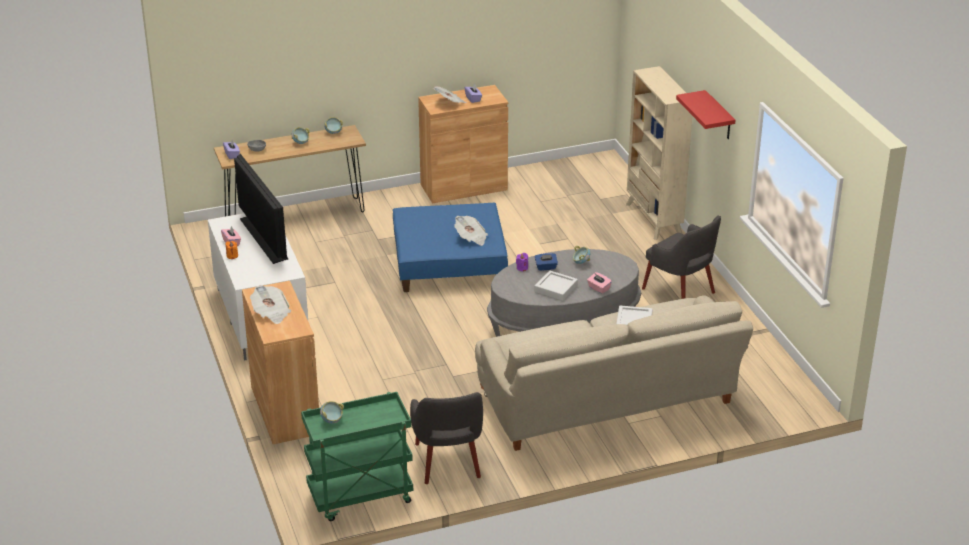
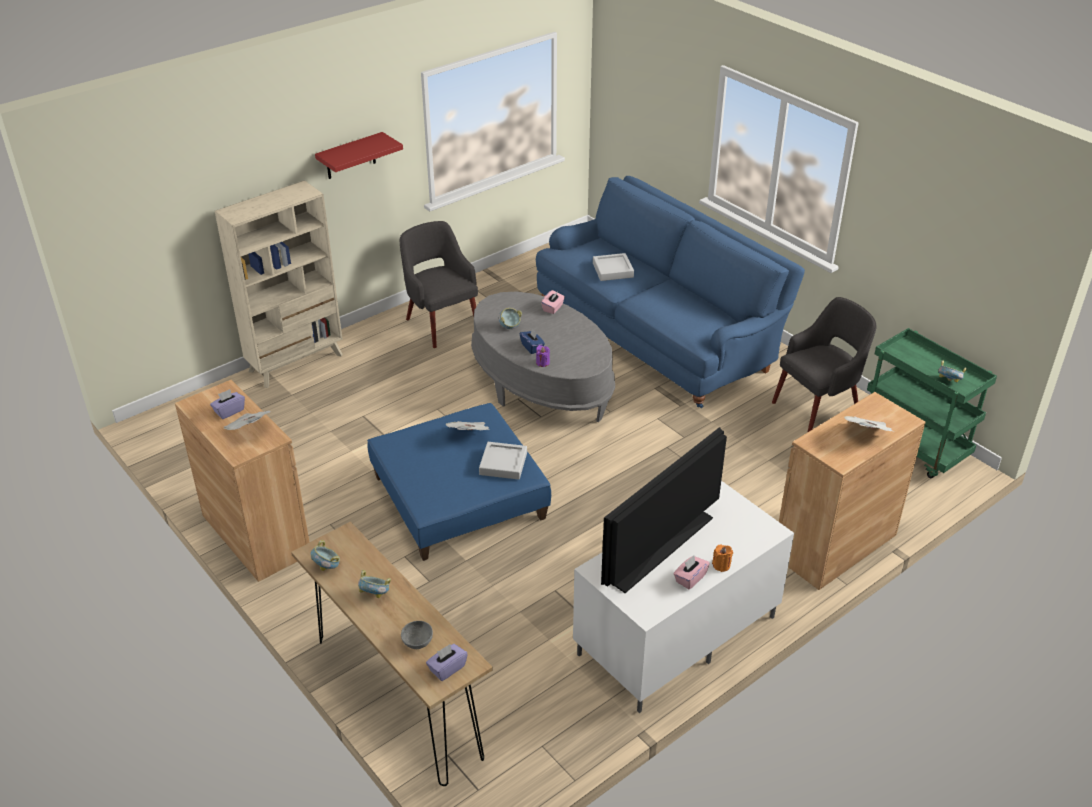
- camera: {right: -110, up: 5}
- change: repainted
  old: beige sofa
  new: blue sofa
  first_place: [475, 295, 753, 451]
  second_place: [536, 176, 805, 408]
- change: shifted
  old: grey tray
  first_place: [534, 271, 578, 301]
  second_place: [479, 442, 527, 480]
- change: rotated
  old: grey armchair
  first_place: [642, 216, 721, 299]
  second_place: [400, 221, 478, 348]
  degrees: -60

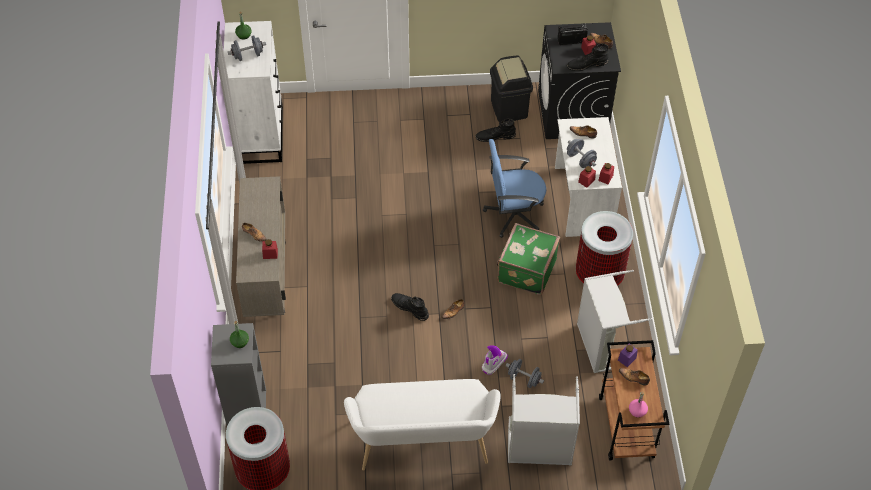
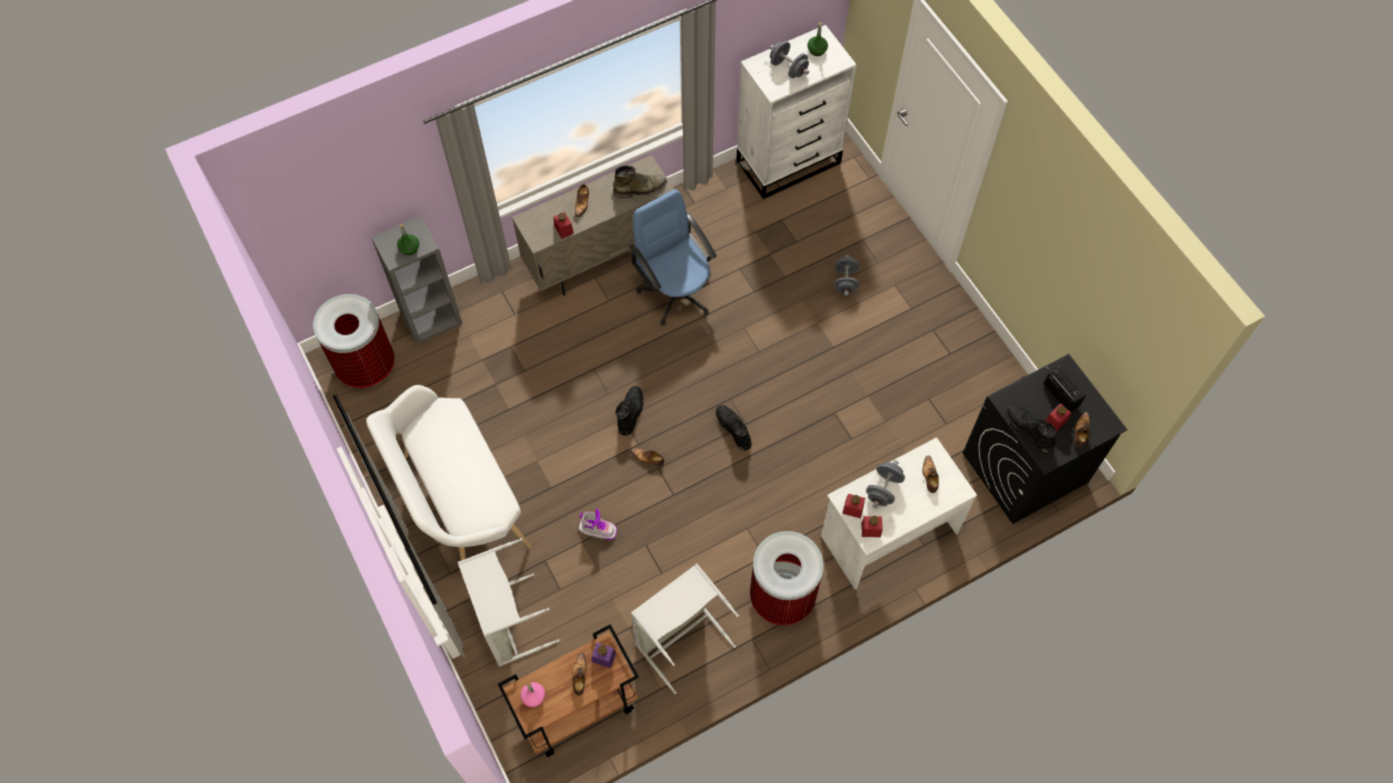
- camera: {right: 65, up: 10}
- change: shifted
  old: black boot
  first_place: [475, 118, 516, 142]
  second_place: [716, 405, 752, 451]
- change: shifted
  old: blue office chair
  first_place: [483, 139, 546, 238]
  second_place: [629, 189, 717, 326]
- change: gone
  old: black trash can
  first_place: [490, 55, 533, 122]
- change: gone
  old: green suitcase
  first_place: [497, 223, 560, 295]
- change: shifted
  old: grey dumbbell
  first_place: [506, 359, 544, 388]
  second_place: [834, 255, 860, 297]
- change: new
  new: green boot
  second_place: [613, 165, 667, 198]

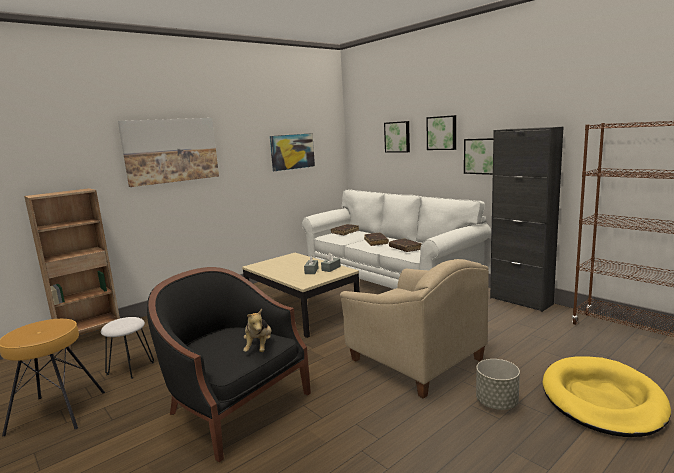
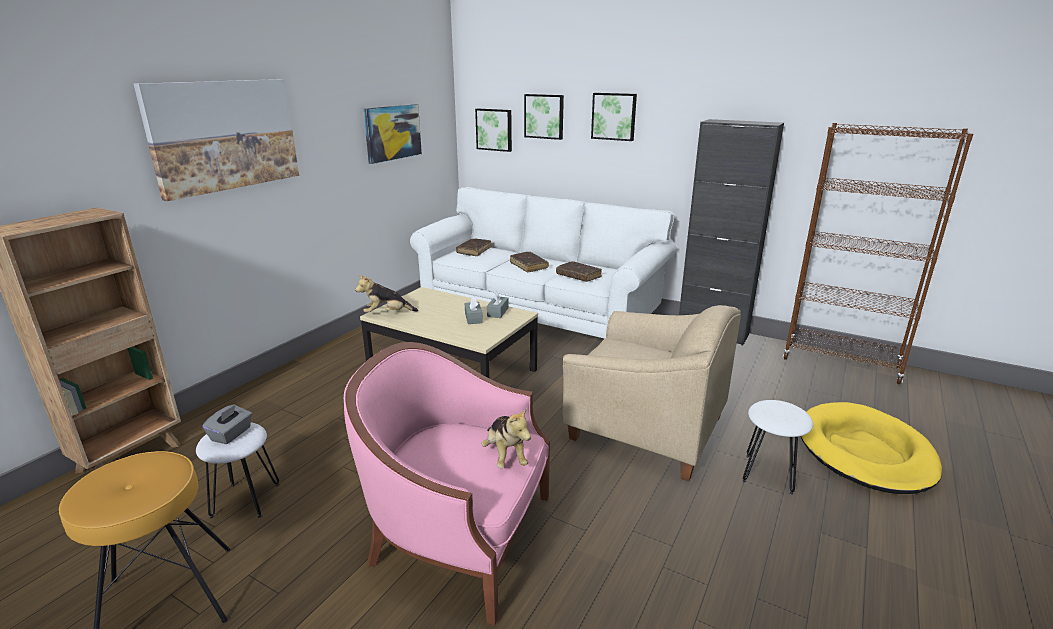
- camera: {right: -20, up: 10}
- change: repainted
  old: black armchair
  new: pink armchair
  first_place: [147, 267, 311, 462]
  second_place: [344, 342, 550, 625]
- change: shifted
  old: picture
  first_place: [464, 138, 493, 175]
  second_place: [475, 109, 512, 152]
- change: swapped
  old: grey planter
  new: white stool
  first_place: [476, 359, 520, 410]
  second_place: [742, 400, 813, 494]
- change: new
  new: grey tissue box
  second_place: [202, 404, 252, 444]
- change: new
  new: plush toy
  second_place: [355, 275, 418, 313]

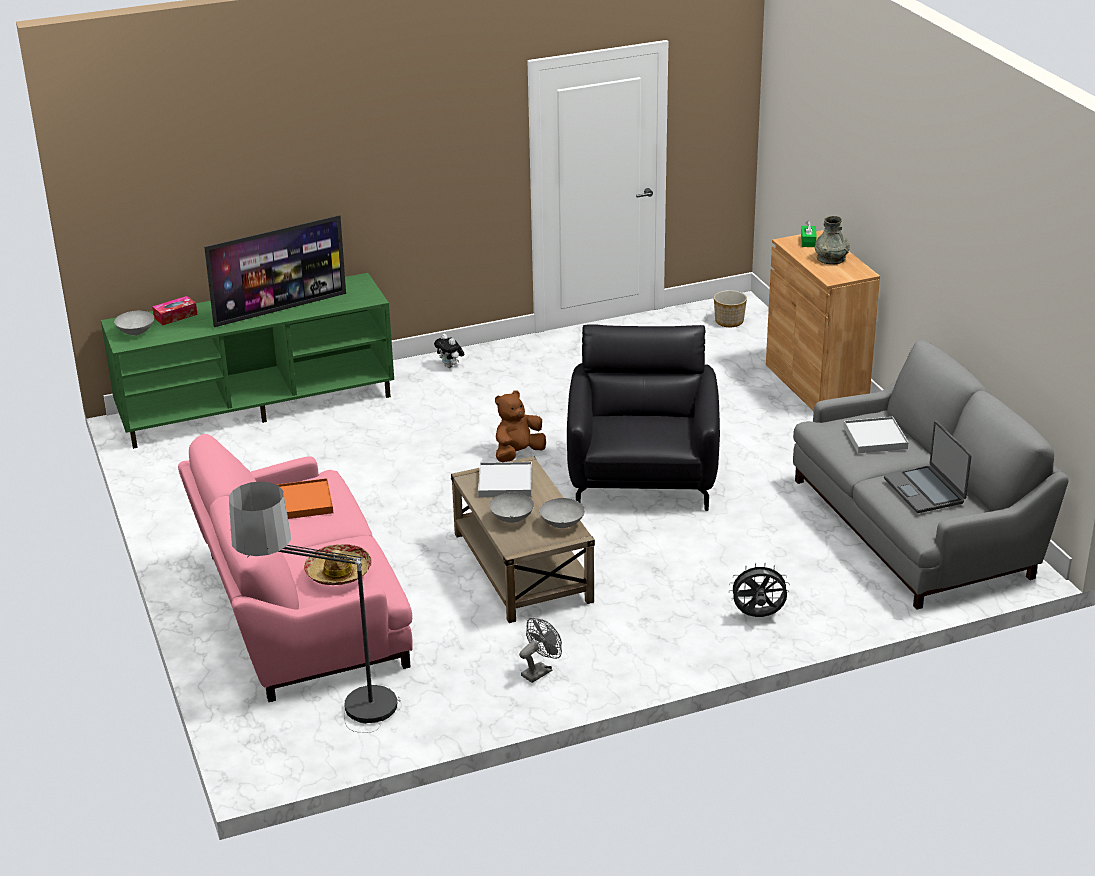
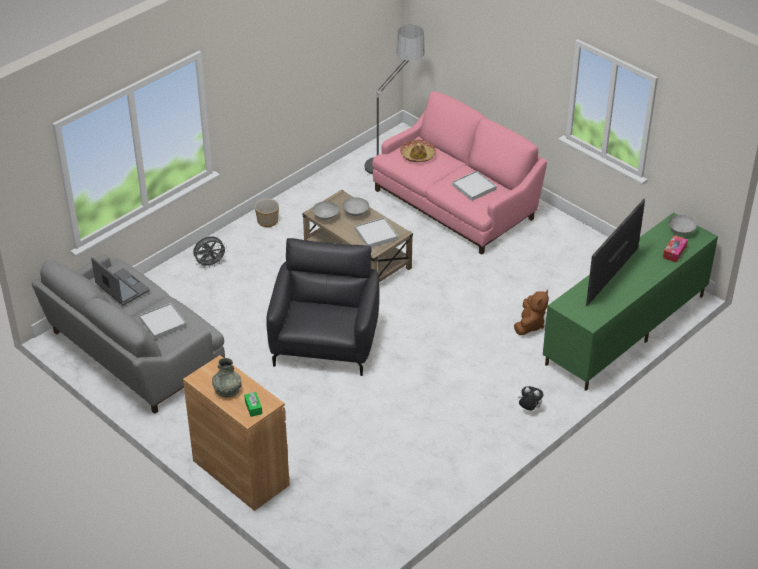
- camera: {right: 155, up: 10}
- change: repainted
  old: orange tray
  new: white tray
  first_place: [276, 478, 333, 519]
  second_place: [452, 171, 497, 201]
- change: shifted
  old: brown plush toy
  first_place: [495, 390, 546, 462]
  second_place: [514, 290, 549, 335]
- change: gone
  old: grey fan
  first_place: [519, 618, 562, 683]
- change: rotated
  old: black armchair
  first_place: [567, 324, 720, 511]
  second_place: [266, 238, 380, 376]
  degrees: -150
- change: shifted
  old: planter
  first_place: [714, 290, 747, 327]
  second_place: [255, 199, 279, 227]

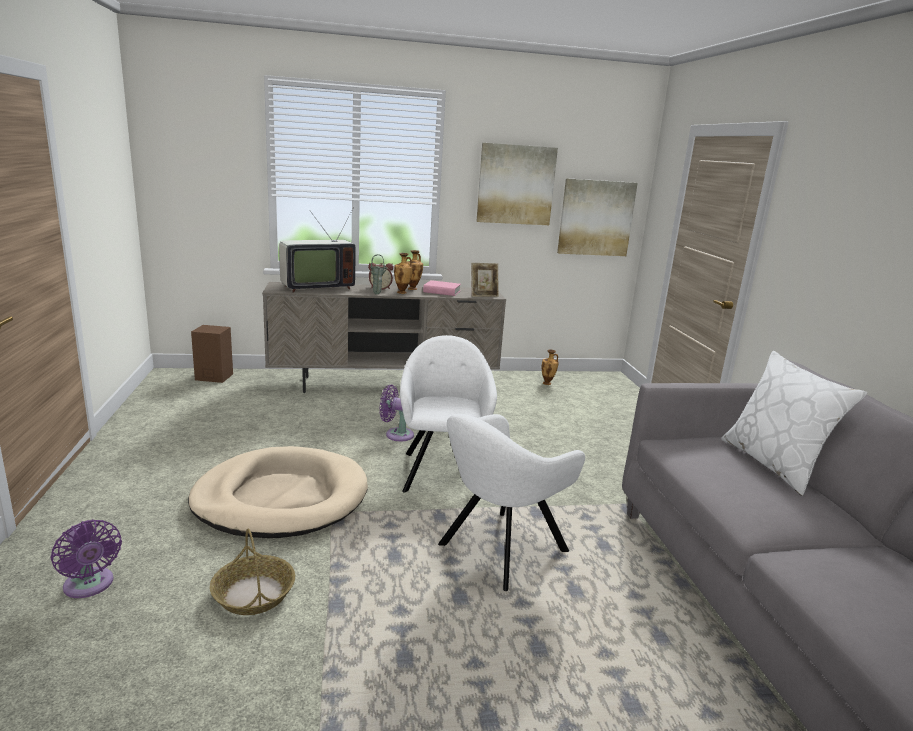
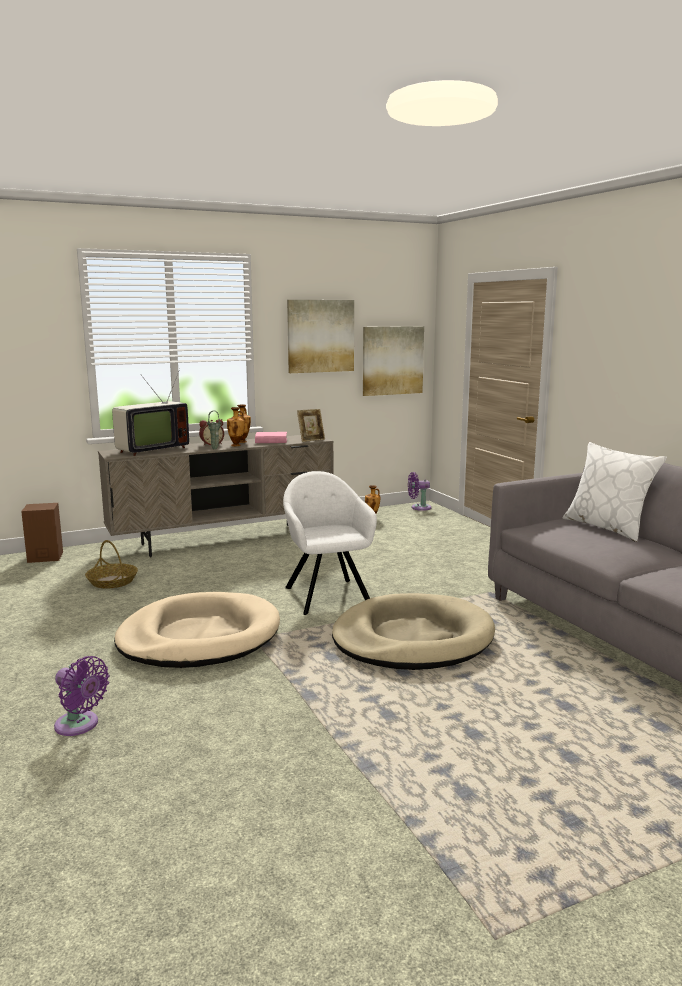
- camera: {right: -15, up: -5}
- change: shifted
  old: basket
  first_place: [210, 529, 295, 615]
  second_place: [85, 540, 138, 589]
- change: shifted
  old: purple fan
  first_place: [379, 385, 414, 442]
  second_place: [408, 472, 431, 511]
- change: swapped
  old: white armchair
  new: beige dog bed
  first_place: [438, 414, 585, 591]
  second_place: [332, 593, 495, 670]

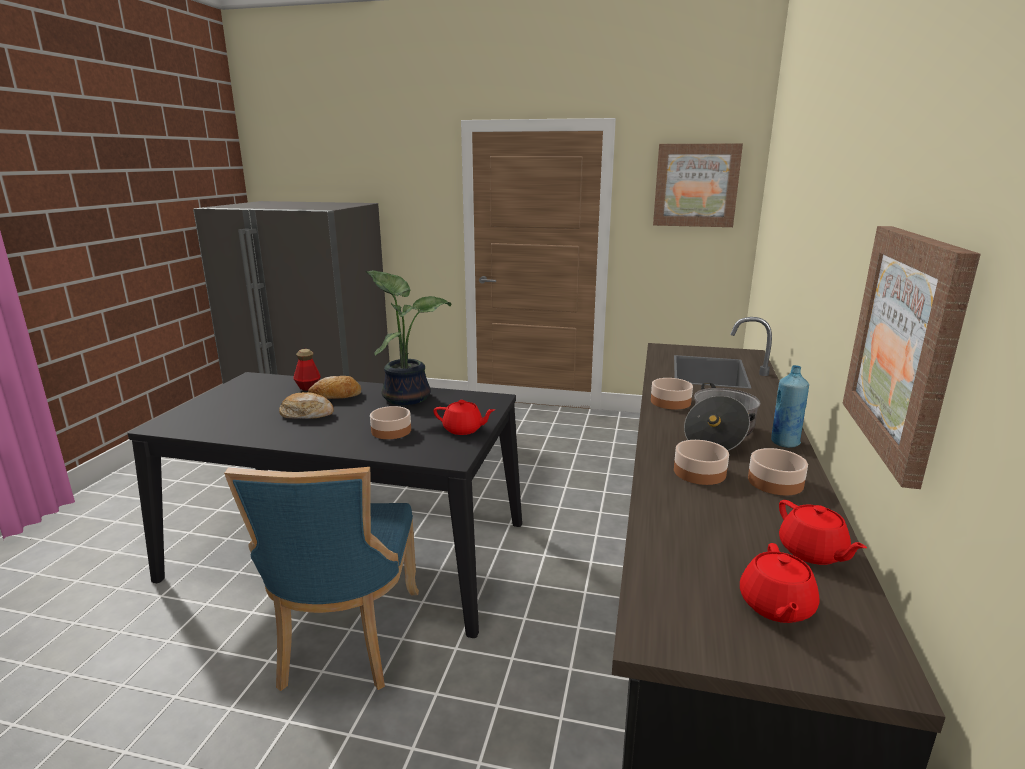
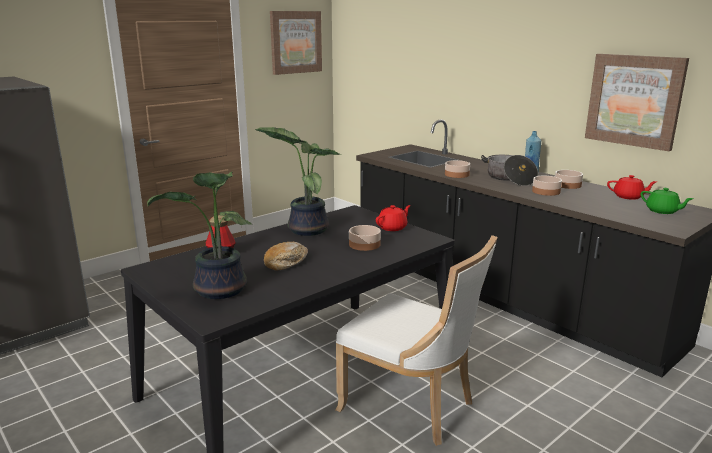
- camera: {right: -55, up: 0}
- change: repainted
  old: blue chair
  new: white chair
  first_place: [224, 467, 419, 691]
  second_place: [336, 235, 498, 446]
- change: gone
  old: bread
  first_place: [308, 376, 361, 399]
- change: repainted
  old: red teapot
  new: green teapot
  first_place: [740, 543, 820, 623]
  second_place: [641, 188, 693, 214]
- change: new
  new: potted plant
  second_place: [147, 171, 252, 299]

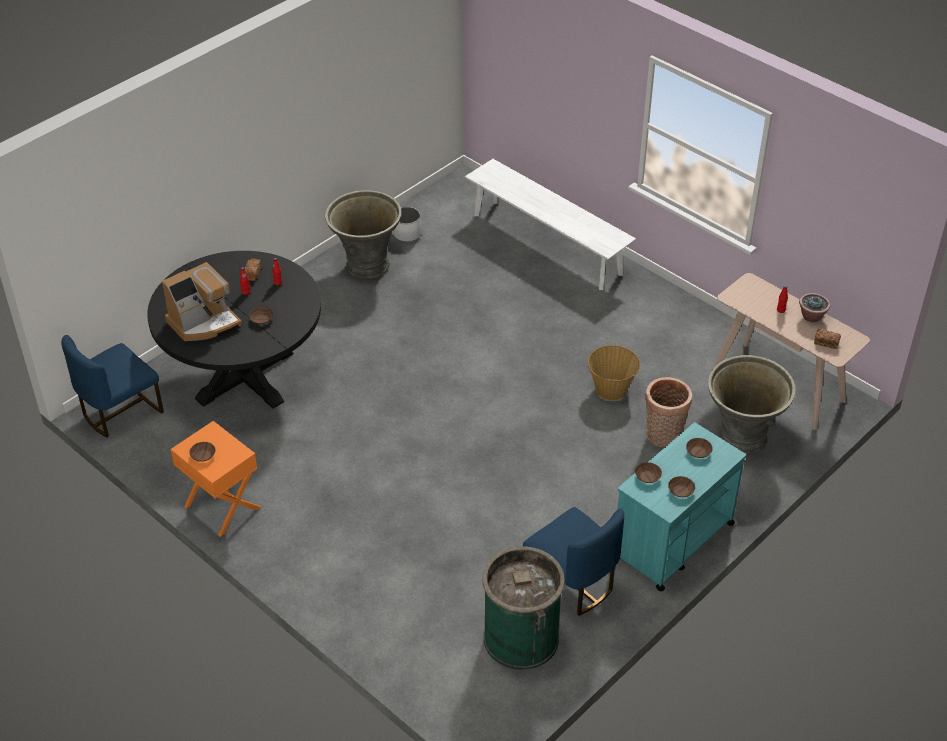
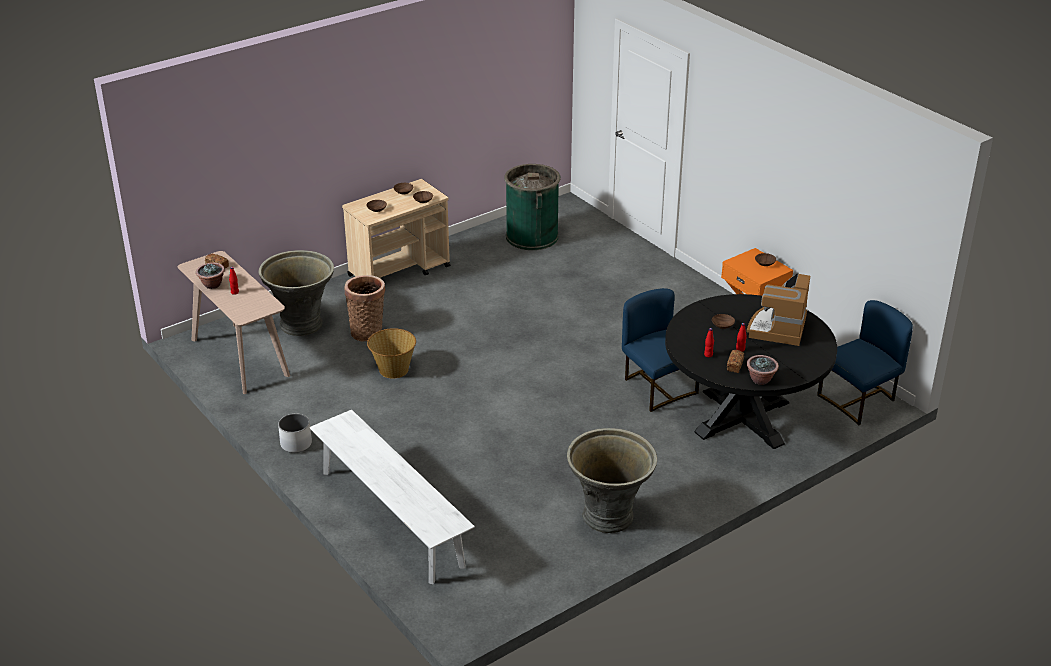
- camera: {right: -170, up: -10}
- change: rotated
  old: coffee machine
  first_place: [162, 262, 242, 341]
  second_place: [746, 273, 810, 346]
  degrees: -45
- change: shifted
  old: white planter
  first_place: [393, 207, 421, 242]
  second_place: [278, 414, 312, 453]
- change: shifted
  old: blue chair
  first_place: [523, 507, 624, 616]
  second_place: [622, 288, 699, 412]
- change: repainted
  old: turquoise cart
  new: beige cart
  first_place: [617, 422, 746, 591]
  second_place: [342, 179, 450, 278]
- change: new
  new: potted plant
  second_place: [747, 355, 779, 385]

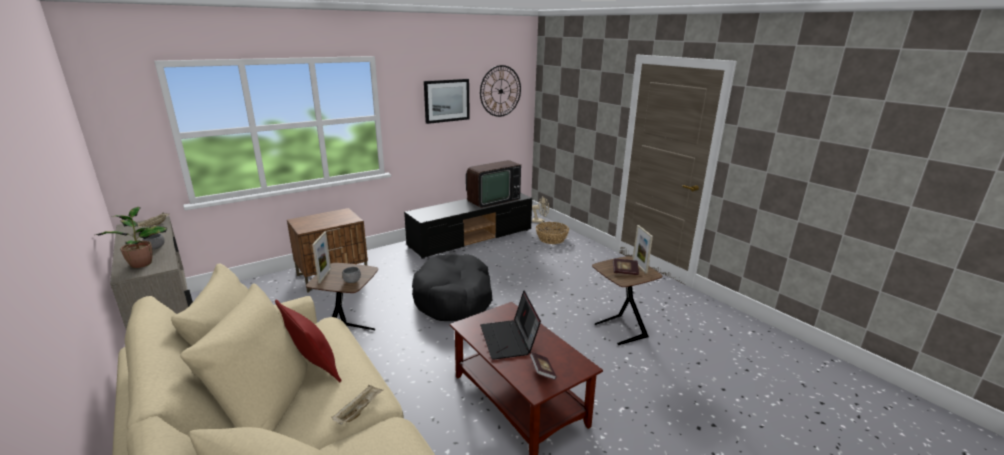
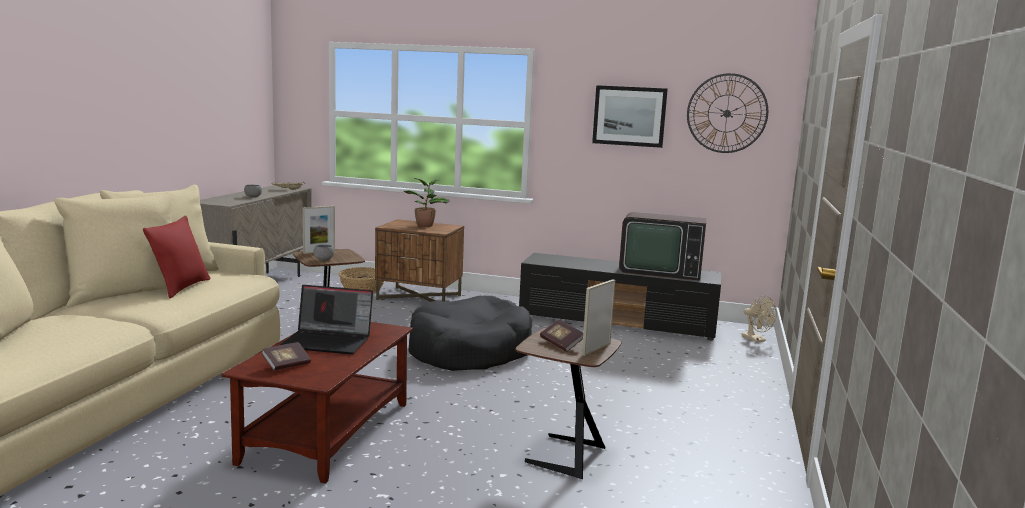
- camera: {right: 50, up: -10}
- change: shifted
  old: potted plant
  first_place: [96, 207, 168, 268]
  second_place: [404, 178, 450, 227]
- change: gone
  old: beige tray
  first_place: [332, 385, 384, 425]
- change: rotated
  old: laptop
  first_place: [480, 290, 541, 360]
  second_place: [280, 285, 373, 354]
  degrees: -120
- change: shifted
  old: basket
  first_place: [536, 222, 569, 244]
  second_place: [339, 267, 384, 293]

